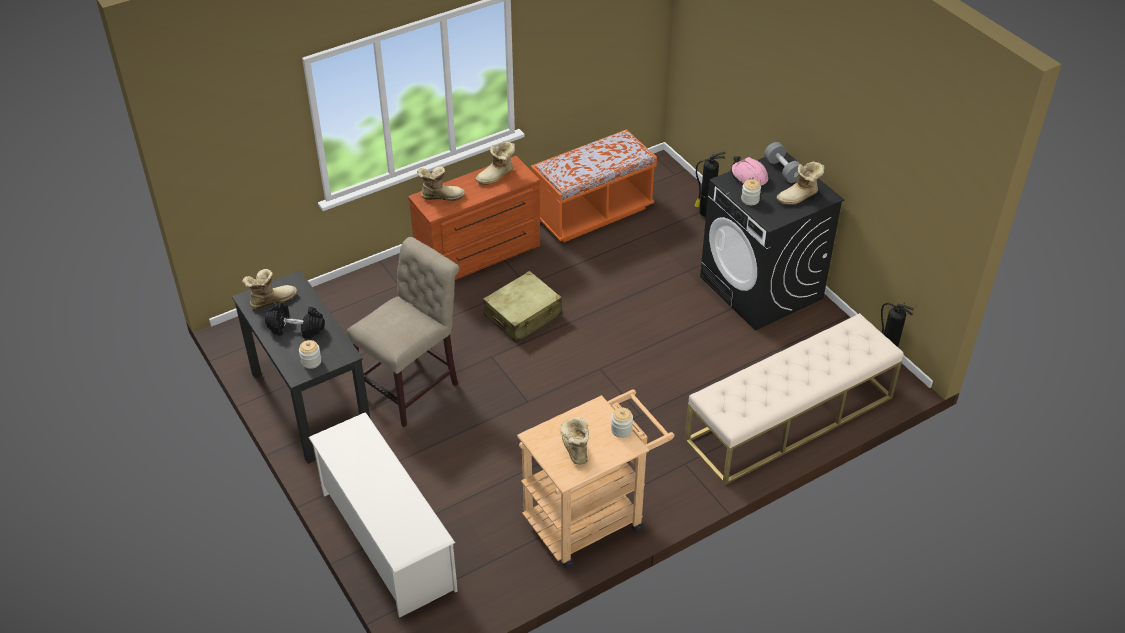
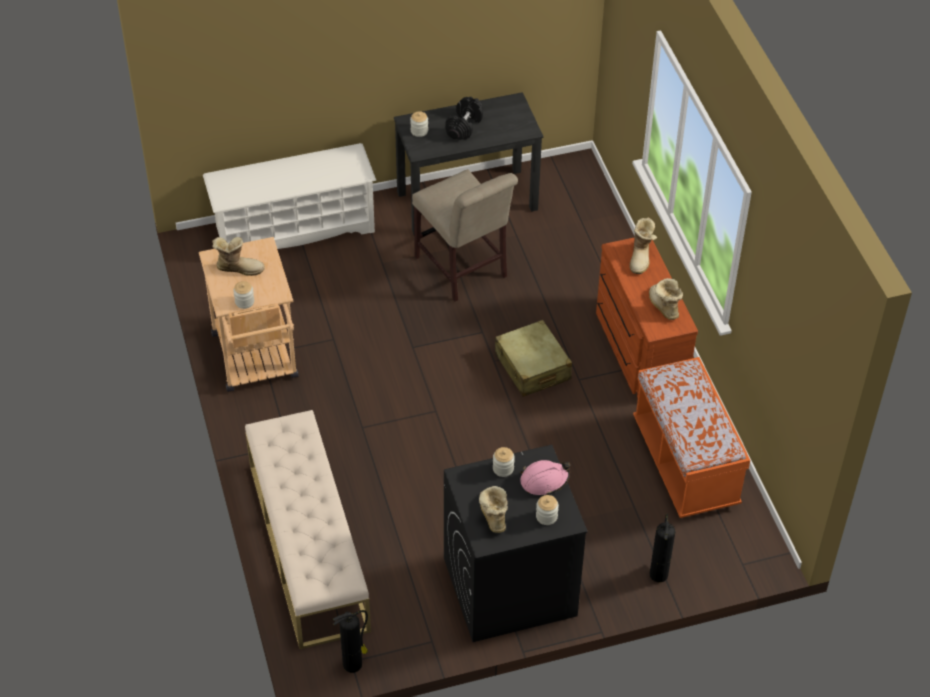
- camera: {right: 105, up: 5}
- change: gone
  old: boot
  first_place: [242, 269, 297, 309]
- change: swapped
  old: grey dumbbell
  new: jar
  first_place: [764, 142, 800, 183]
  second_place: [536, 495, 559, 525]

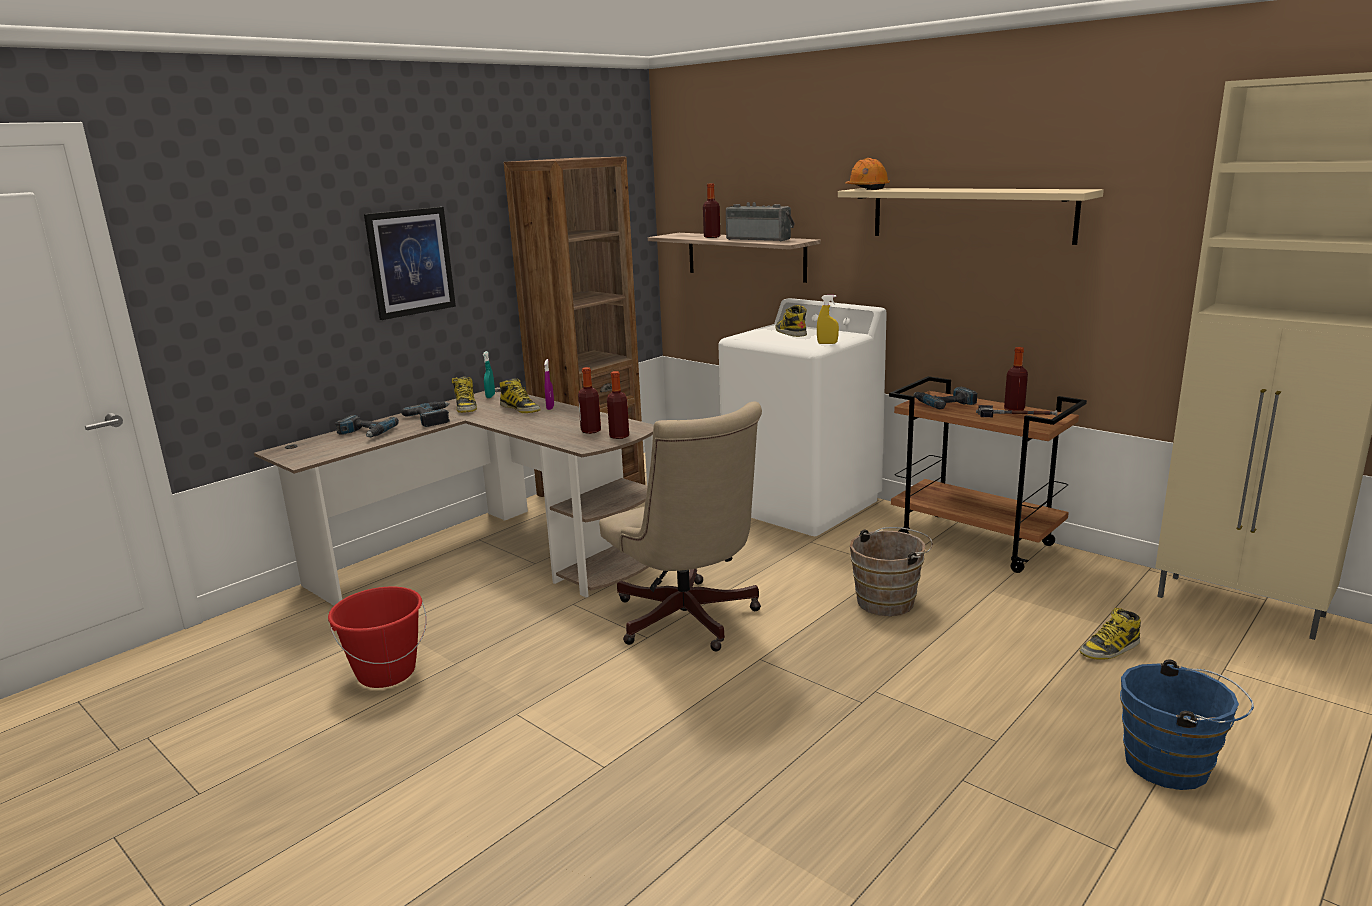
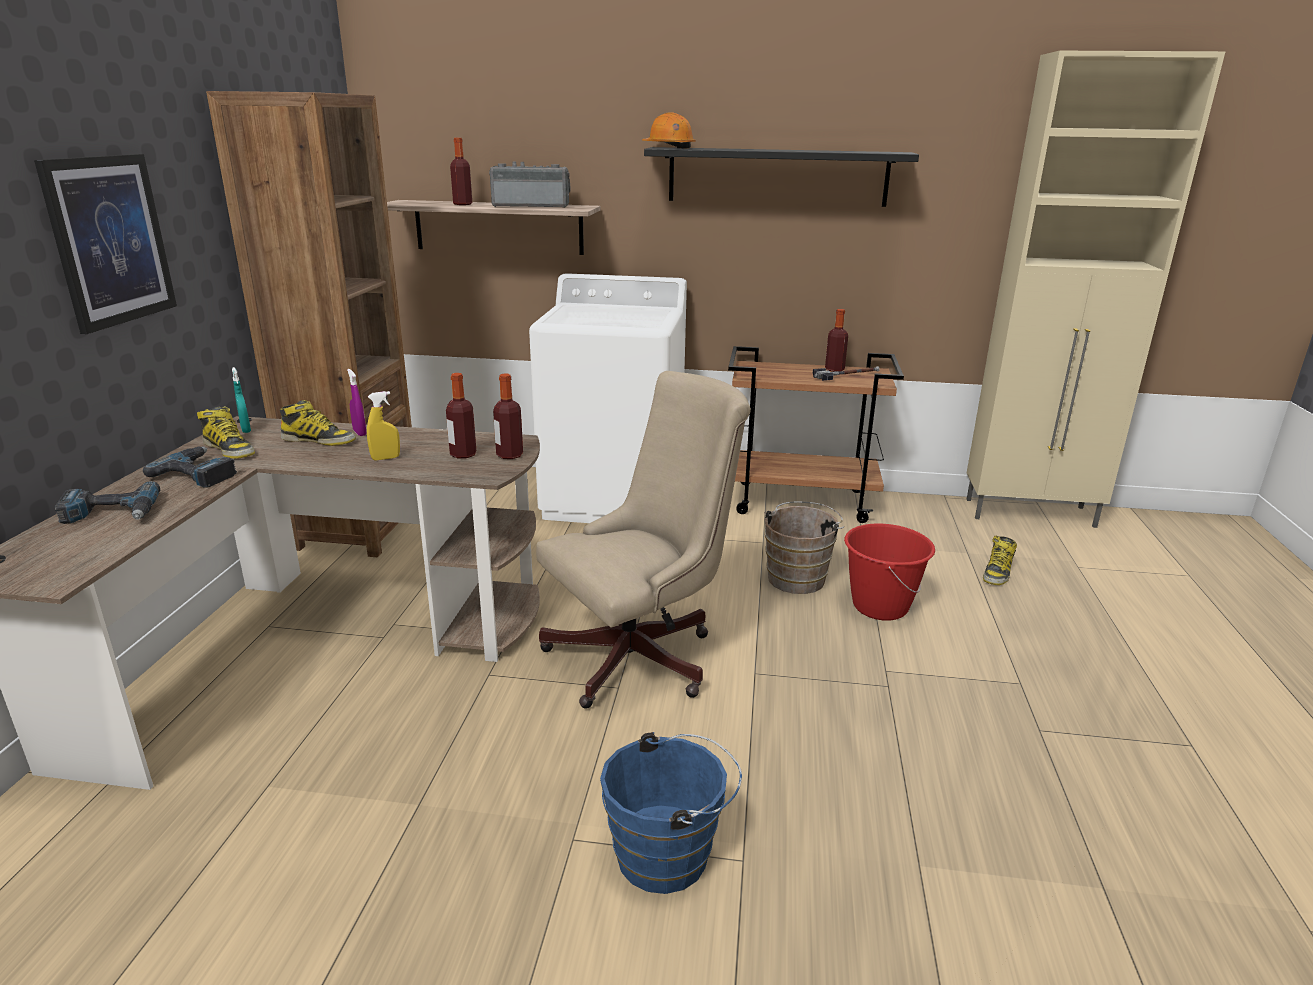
- camera: {right: -35, up: 5}
- change: shifted
  old: red bucket
  first_place: [328, 586, 426, 688]
  second_place: [844, 523, 935, 621]
- change: rotated
  old: beige office chair
  first_place: [599, 401, 762, 652]
  second_place: [536, 371, 751, 709]
  degrees: -60
- change: gone
  old: boot
  first_place: [775, 305, 807, 337]
- change: shifted
  old: yellow spray bottle
  first_place: [817, 295, 839, 344]
  second_place: [367, 391, 400, 460]
- change: repainted
  old: beige shelf
  new: black shelf
  first_place: [838, 188, 1104, 245]
  second_place: [644, 147, 919, 207]
- change: gone
  old: power drill
  first_place: [914, 387, 977, 409]
- change: shifted
  old: blue bucket
  first_place: [1120, 660, 1254, 790]
  second_place: [600, 732, 742, 894]

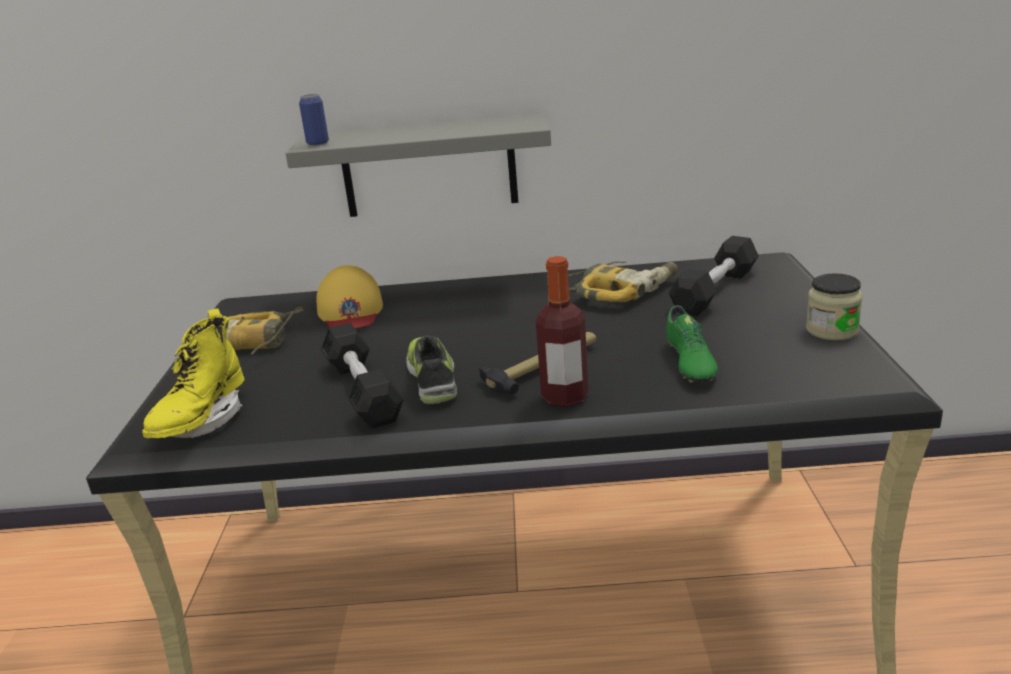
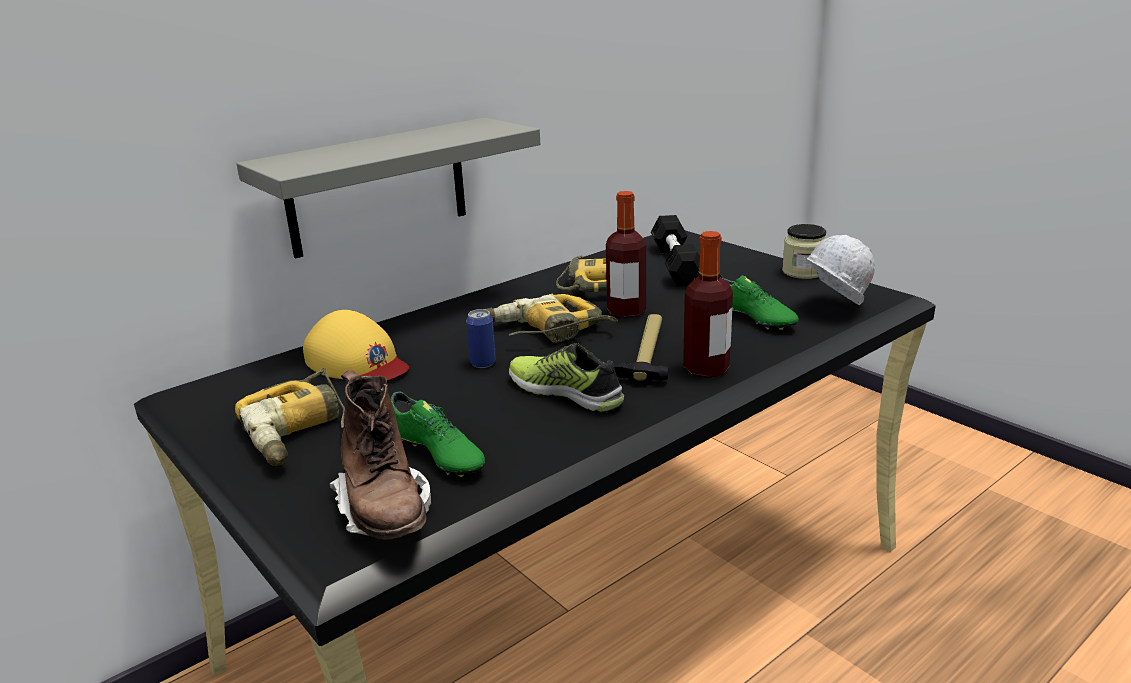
- camera: {right: -40, up: 0}
- change: repainted
  old: yellow boot
  new: brown boot
  first_place: [142, 308, 244, 438]
  second_place: [329, 370, 431, 540]
- change: shifted
  old: can
  first_place: [299, 94, 329, 146]
  second_place: [466, 309, 496, 368]
- change: gone
  old: black dumbbell
  first_place: [321, 323, 404, 429]
- change: new
  new: green shoe
  second_place: [391, 392, 485, 477]
- change: new
  new: power drill
  second_place: [485, 294, 618, 343]
- change: new
  new: bottle
  second_place: [606, 191, 646, 318]
- change: new
  new: white hard hat
  second_place: [805, 235, 875, 306]

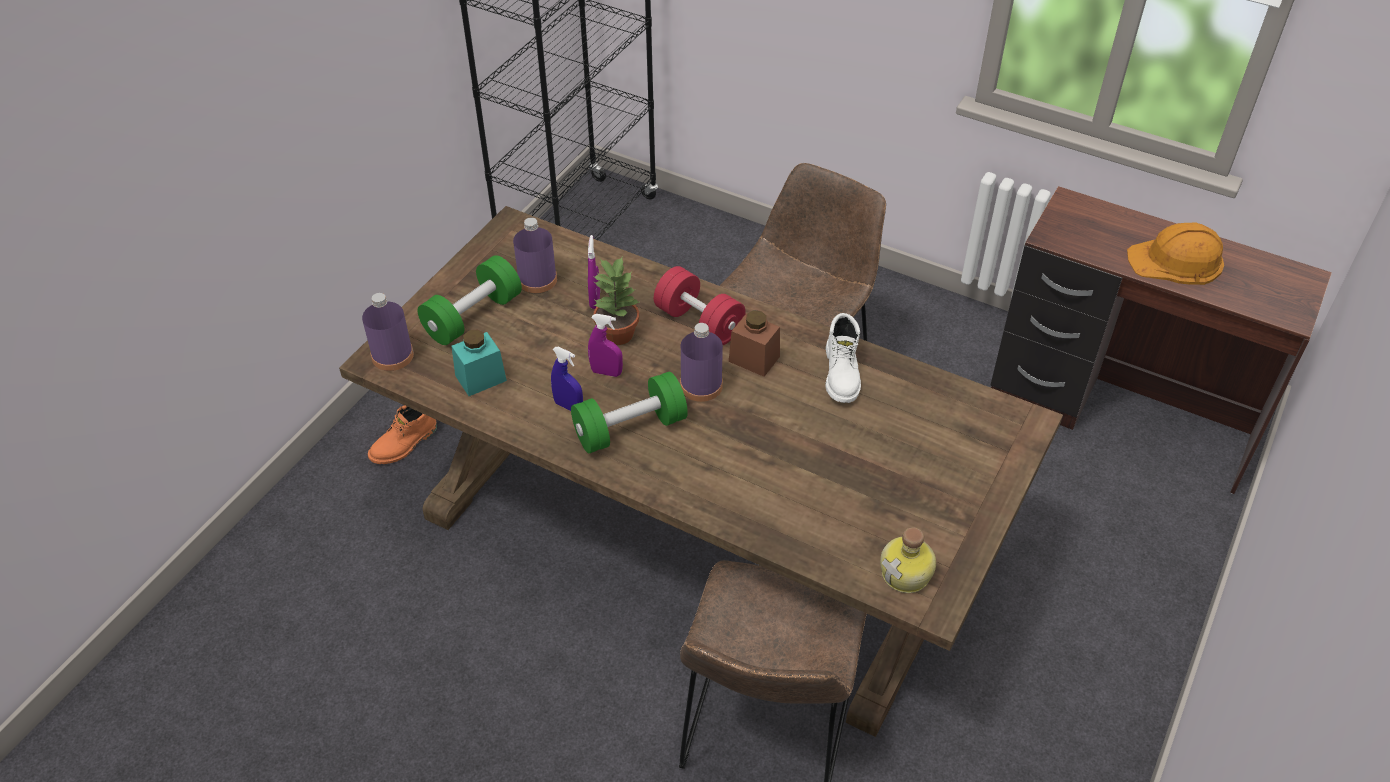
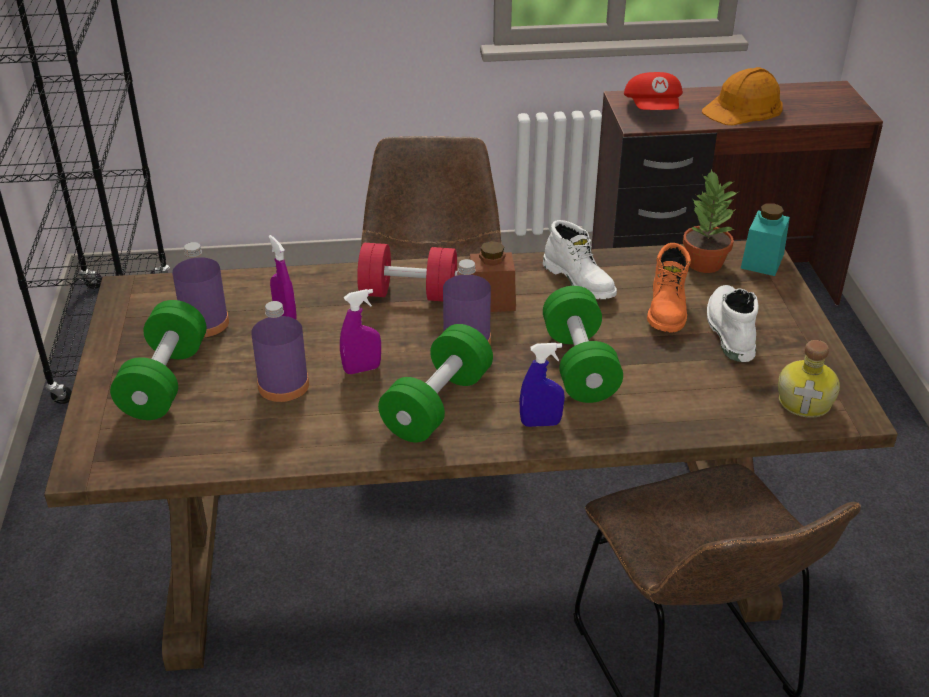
- camera: {right: -35, up: -10}
- change: shifted
  old: purple bottle
  first_place: [362, 293, 414, 371]
  second_place: [251, 301, 309, 402]
- change: shifted
  old: orange boot
  first_place: [368, 405, 437, 464]
  second_place: [647, 243, 691, 332]
- change: shifted
  old: turquoise jar
  first_place: [452, 329, 507, 396]
  second_place: [741, 203, 790, 276]
- change: shifted
  old: blue spray bottle
  first_place: [551, 347, 583, 411]
  second_place: [520, 343, 565, 427]
- change: shifted
  old: potted plant
  first_place: [592, 257, 639, 345]
  second_place: [683, 169, 738, 273]
- change: new
  new: green dumbbell
  second_place: [543, 286, 623, 403]
- change: new
  new: red cap
  second_place: [624, 72, 683, 110]
- change: new
  new: white boot
  second_place: [707, 285, 758, 362]

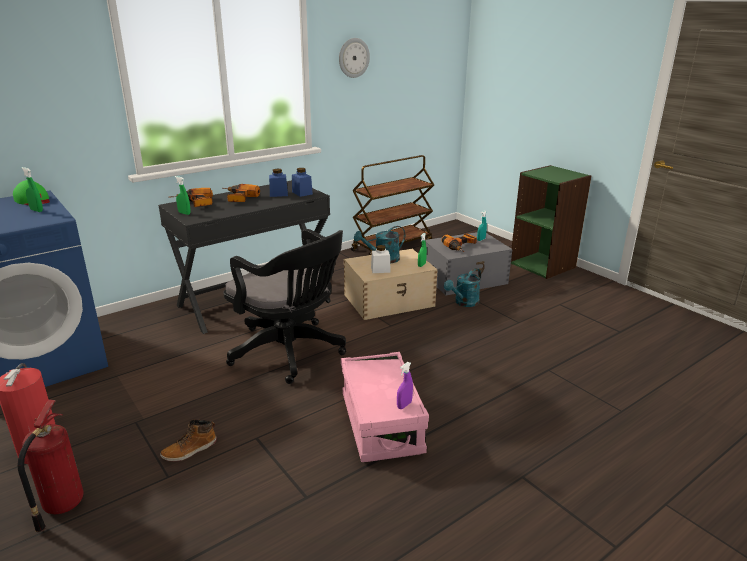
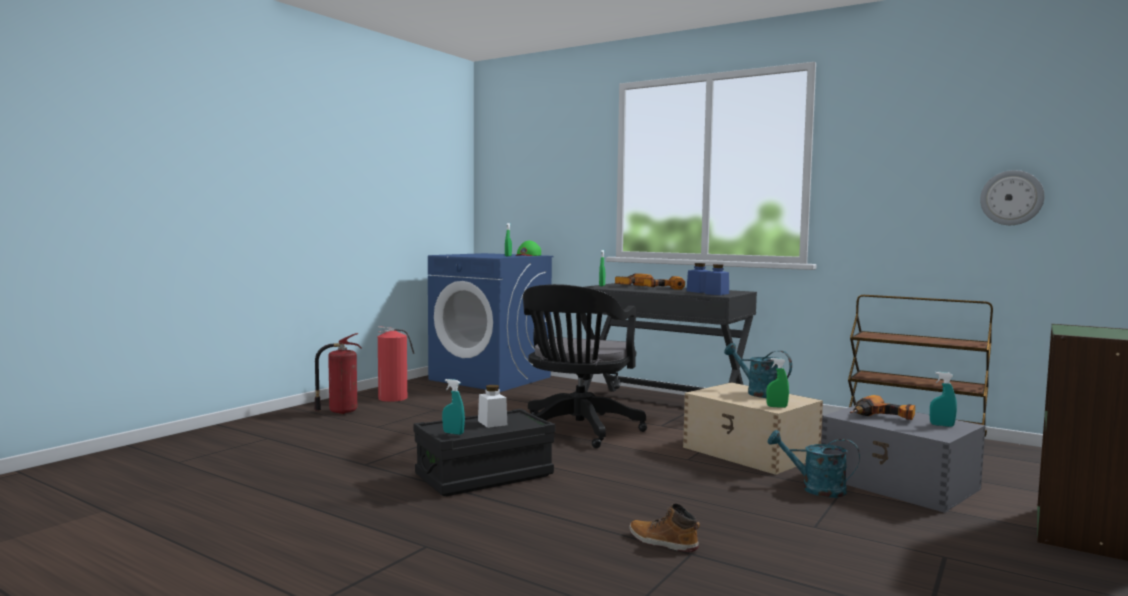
- camera: {right: 70, up: -20}
- change: shifted
  old: boot
  first_place: [160, 419, 217, 461]
  second_place: [629, 504, 700, 552]
- change: shifted
  old: wall clock
  first_place: [339, 38, 370, 78]
  second_place: [980, 170, 1045, 225]
- change: repainted
  old: pink storage box
  new: black storage box
  first_place: [341, 352, 429, 462]
  second_place: [414, 409, 555, 496]
- change: shifted
  old: white jar
  first_place: [371, 245, 391, 273]
  second_place: [478, 385, 507, 428]
- change: repainted
  old: purple spray bottle
  new: turquoise spray bottle
  first_place: [397, 362, 413, 409]
  second_place: [442, 379, 465, 435]

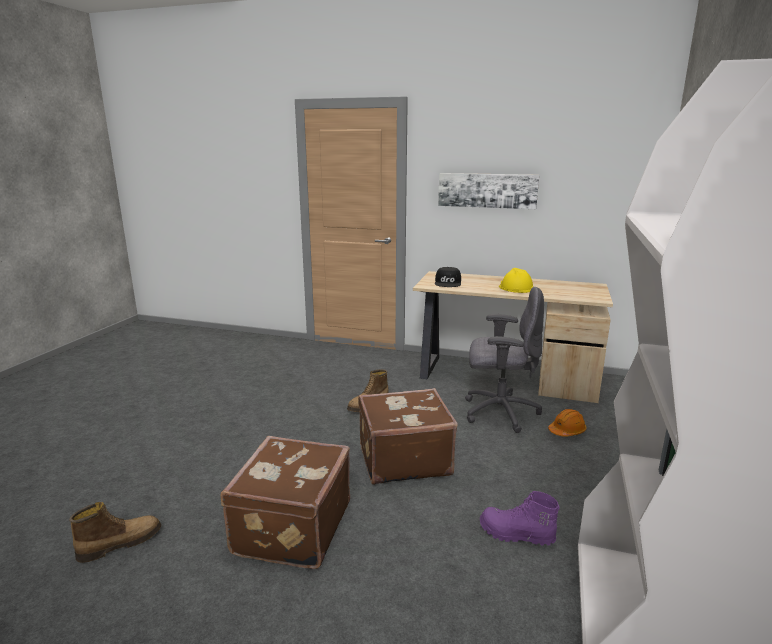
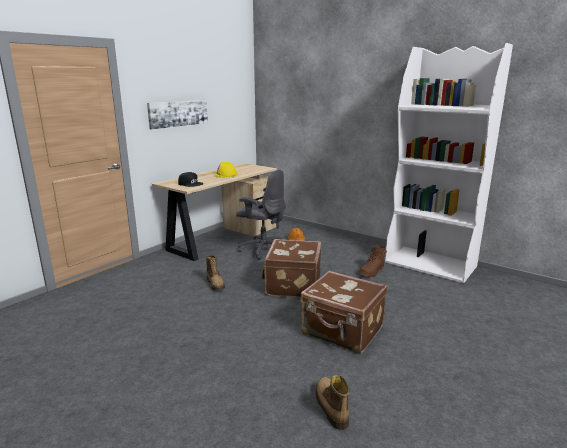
- camera: {right: -70, up: 0}
- change: rotated
  old: grey office chair
  first_place: [465, 287, 544, 433]
  second_place: [236, 170, 286, 260]
  degrees: 90
- change: repainted
  old: purple boot
  new: brown boot
  first_place: [480, 491, 560, 546]
  second_place: [359, 245, 387, 277]

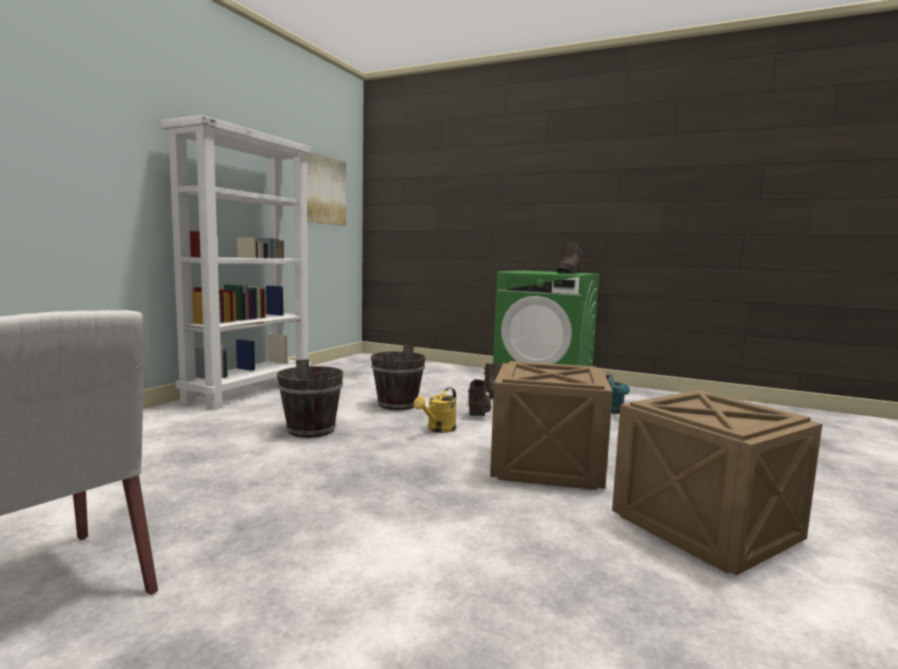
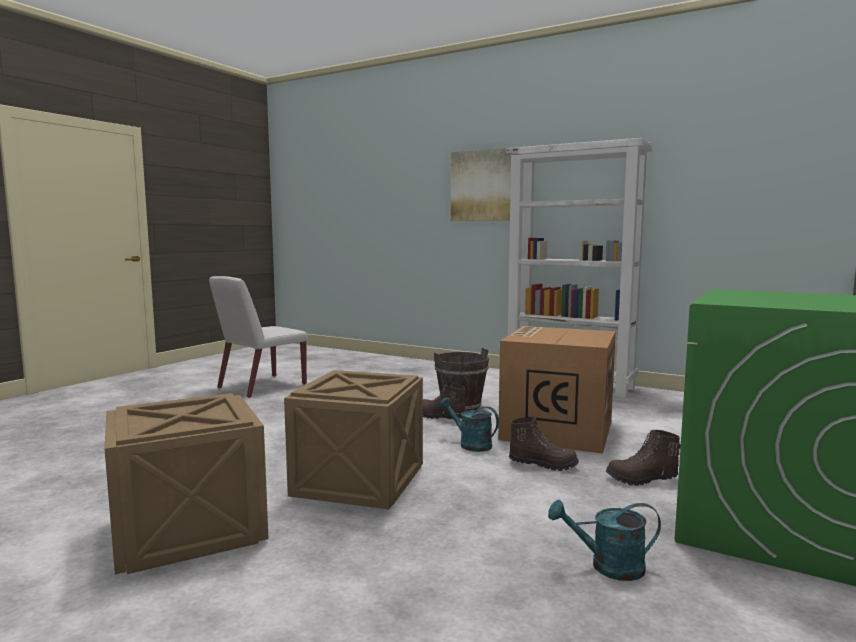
- camera: {right: 95, up: 0}
- change: shifted
  old: picture
  first_place: [307, 152, 346, 225]
  second_place: [451, 147, 515, 221]
- change: swapped
  old: brown bucket
  new: cardboard box
  first_place: [371, 346, 426, 410]
  second_place: [498, 326, 616, 453]
- change: repainted
  old: yellow watering can
  new: turquoise watering can
  first_place: [414, 387, 456, 433]
  second_place: [439, 397, 499, 452]
- change: shifted
  old: brown boot
  first_place: [557, 242, 583, 274]
  second_place: [423, 382, 466, 420]

